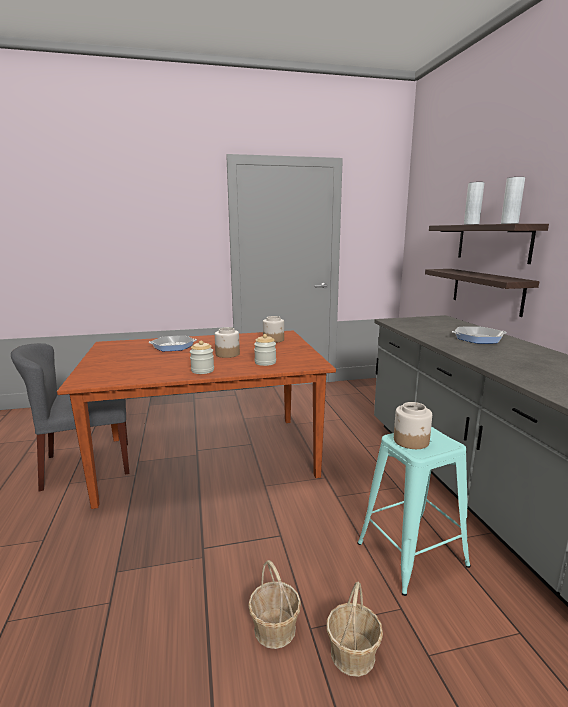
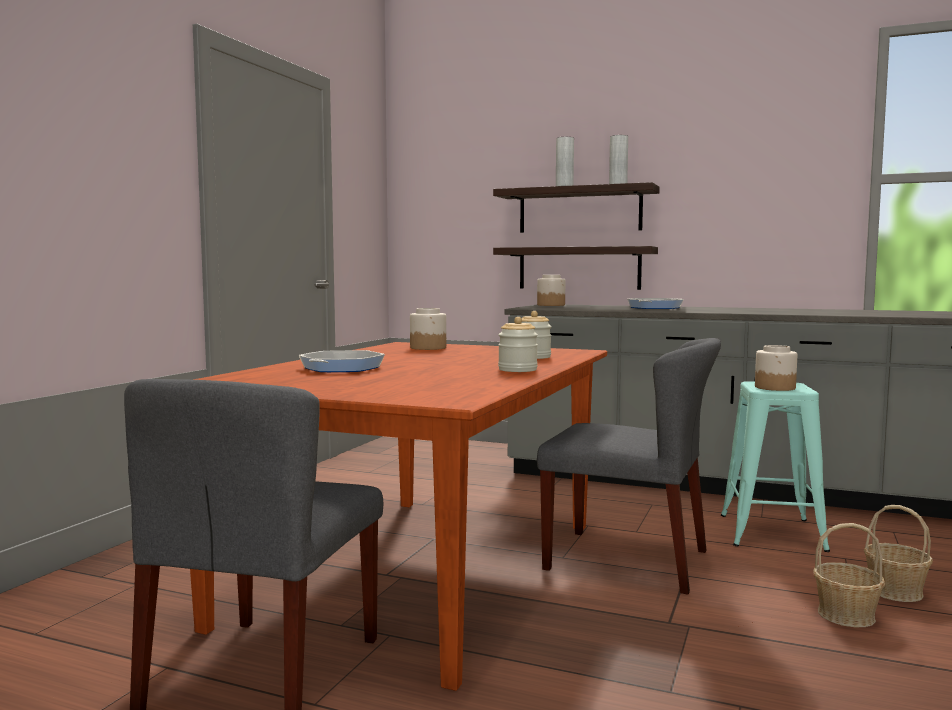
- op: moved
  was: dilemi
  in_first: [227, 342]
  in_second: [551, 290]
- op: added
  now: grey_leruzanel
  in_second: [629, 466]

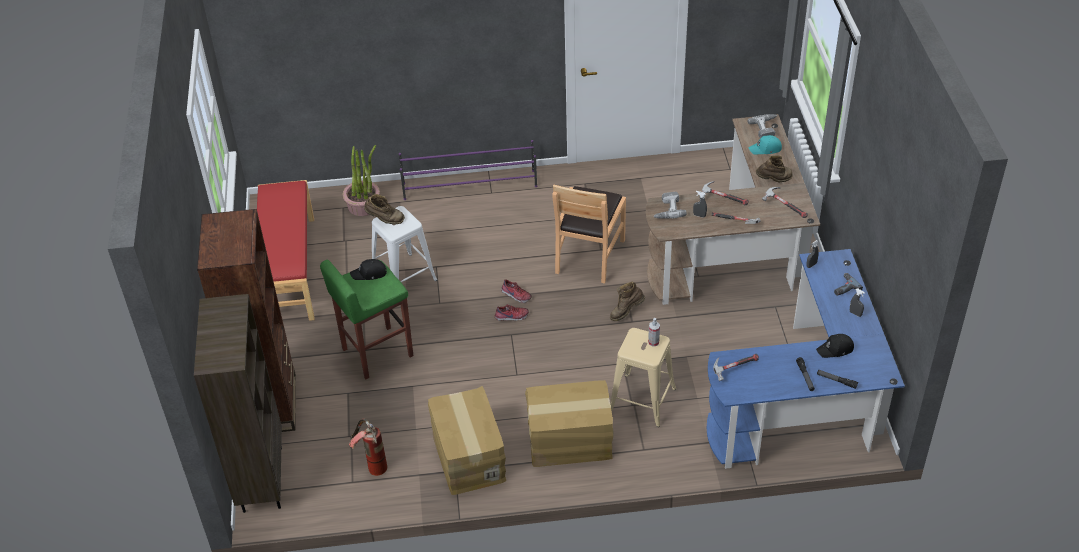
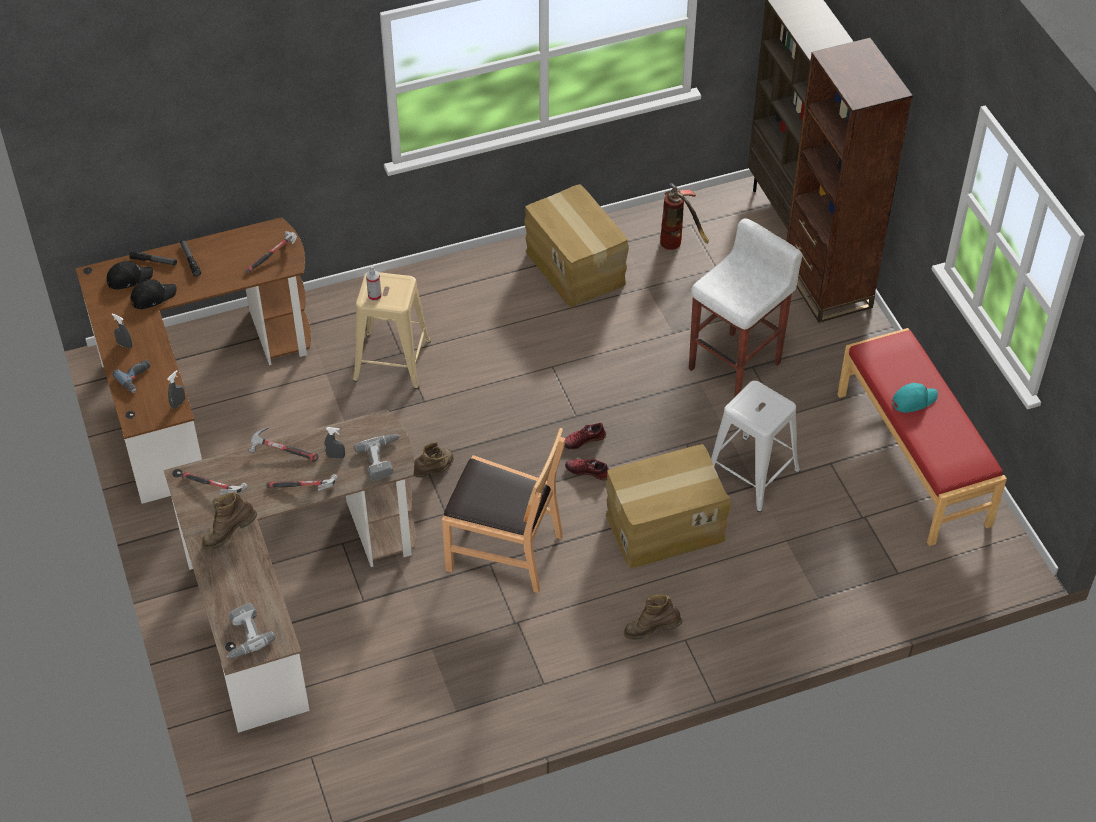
- op: recoloured
  was: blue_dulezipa
  now: brown_dulezipa
  in_first: [806, 359]
  in_second: [193, 360]
- op: moved
  was: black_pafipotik
  in_first: [368, 269]
  in_second: [130, 275]
- op: turned
  was: brown_leruzanel
  in_first: [589, 233]
  in_second: [504, 510]
  clockwise: 105
- op: moved
  was: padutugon
  in_first: [569, 423]
  in_second: [668, 506]
- op: moved
  was: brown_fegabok
  in_first: [384, 209]
  in_second: [653, 617]
- op: recoloured
  was: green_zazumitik
  now: white_zazumitik
  in_first: [366, 319]
  in_second: [746, 308]
- op: moved
  was: turquoise_pafipotik
  in_first: [765, 144]
  in_second: [915, 398]
- op: removed
  was: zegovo
  in_first: [361, 180]
- op: removed
  was: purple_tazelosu
  in_first: [468, 170]

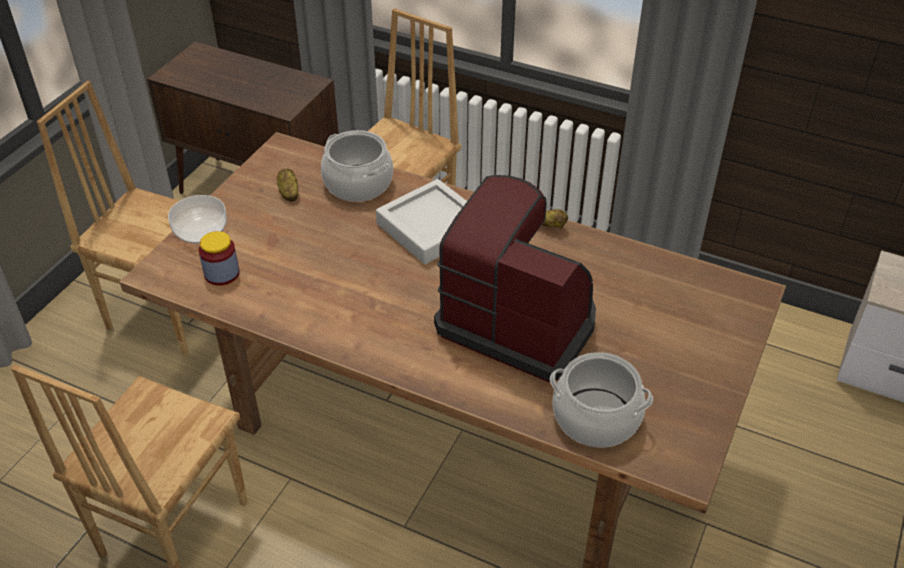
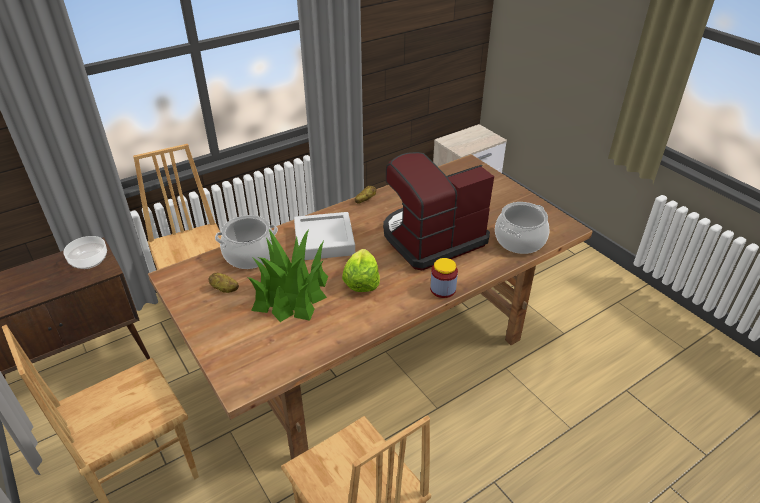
- op: moved
  was: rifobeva
  in_first: [197, 219]
  in_second: [85, 252]
- op: added
  now: zegovo
  in_second: [287, 275]
- op: added
  now: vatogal
  in_second: [361, 270]
- op: moved
  was: dilemi
  in_first: [219, 258]
  in_second: [444, 278]

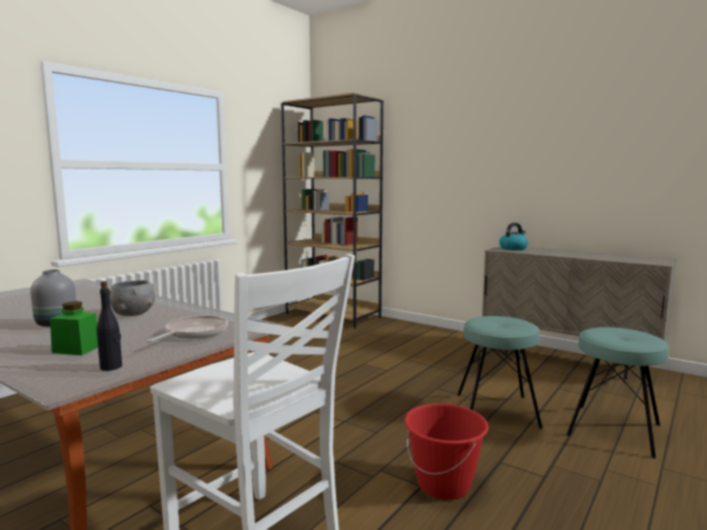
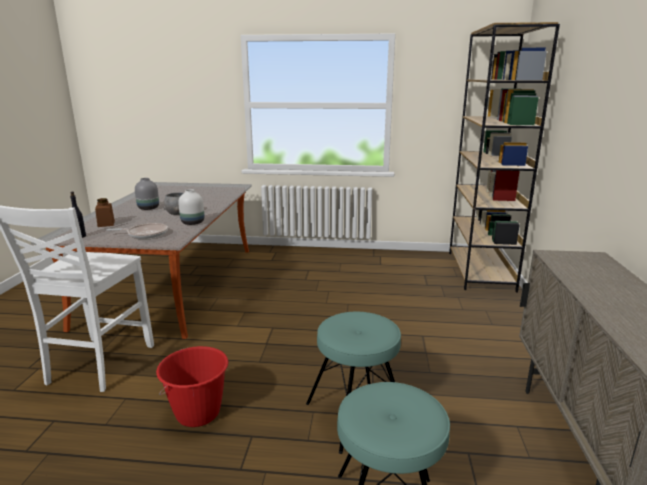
- op: recoloured
  was: green_dilemi
  now: brown_dilemi
  in_first: [74, 328]
  in_second: [105, 212]
- op: added
  now: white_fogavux
  in_second: [191, 207]
- op: removed
  was: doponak
  in_first: [513, 236]

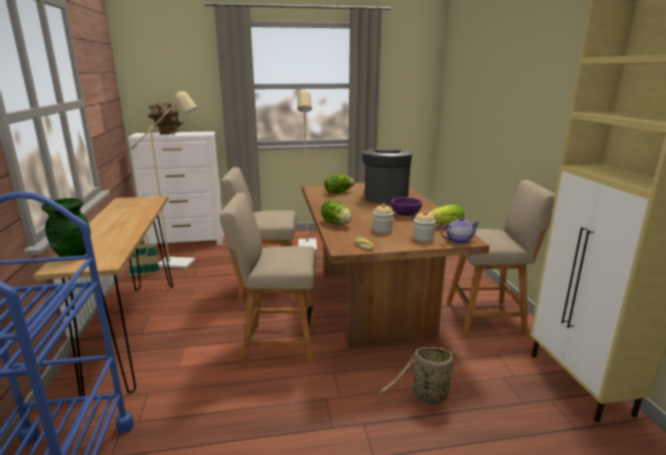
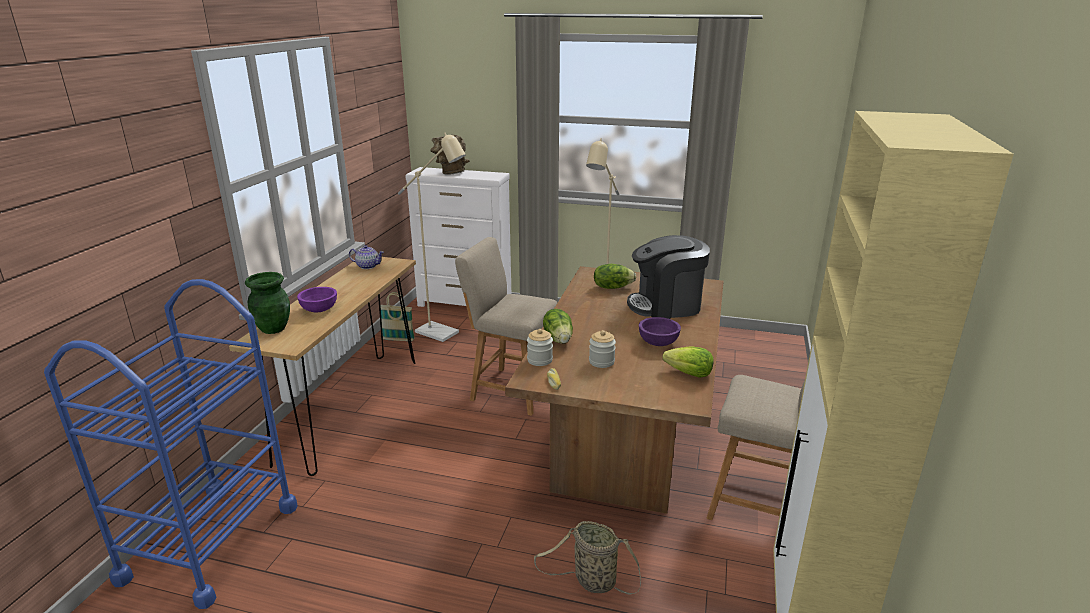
- op: added
  now: purple_rifobeva
  in_second: [317, 299]
- op: moved
  was: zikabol
  in_first: [460, 230]
  in_second: [366, 257]
- op: moved
  was: dilemi
  in_first: [424, 226]
  in_second: [540, 347]
- op: turned
  was: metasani
  in_first: [387, 176]
  in_second: [668, 277]
  clockwise: -135
- op: removed
  was: beige_leruzanel
  in_first: [268, 279]

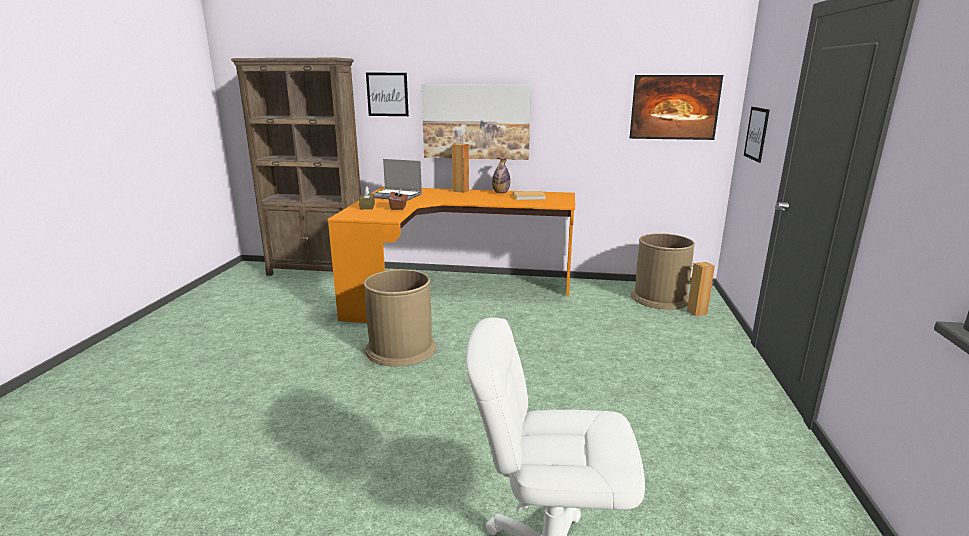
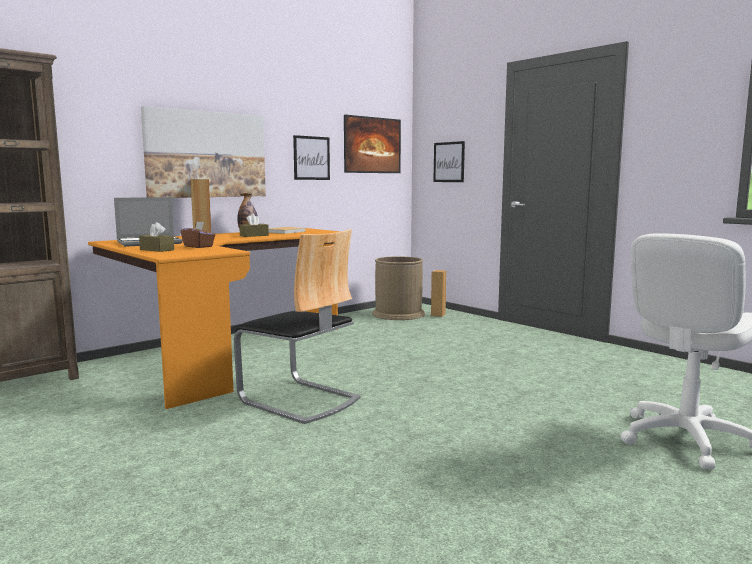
- op: replaced
  was: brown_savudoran
  now: leruzanel
  in_first: [400, 318]
  in_second: [297, 326]
- op: added
  now: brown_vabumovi
  in_second: [254, 225]
- op: moved
  was: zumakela
  in_first: [387, 94]
  in_second: [311, 157]

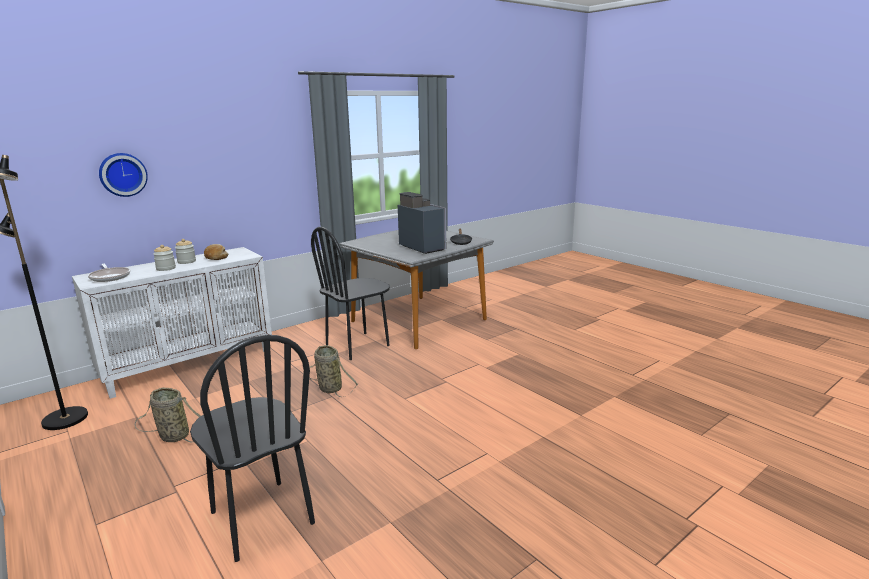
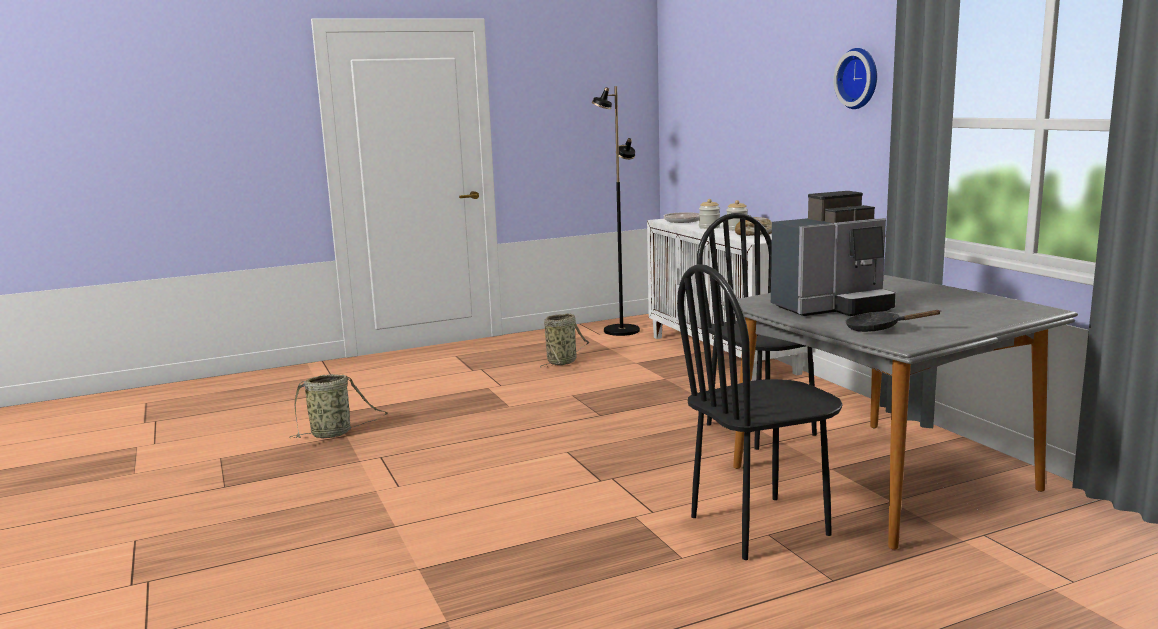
- op: moved
  was: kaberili
  in_first: [333, 371]
  in_second: [338, 406]
- op: moved
  was: black_leruzanel
  in_first: [252, 448]
  in_second: [760, 412]
- op: moved
  was: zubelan
  in_first: [123, 175]
  in_second: [855, 78]

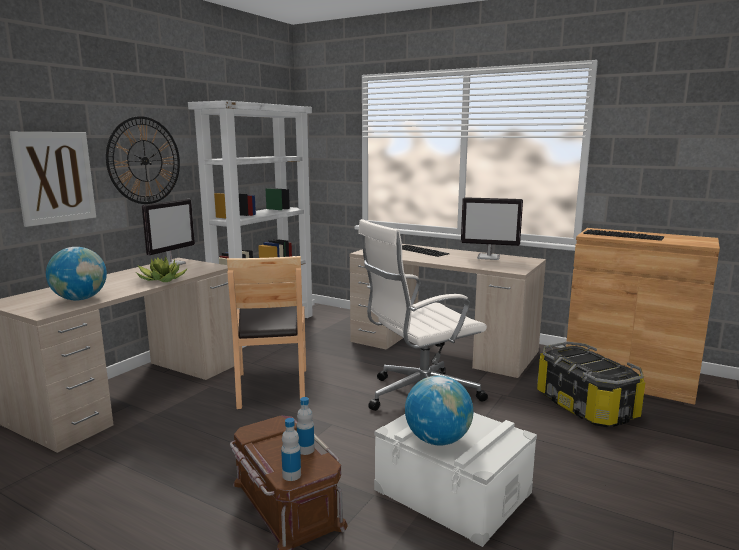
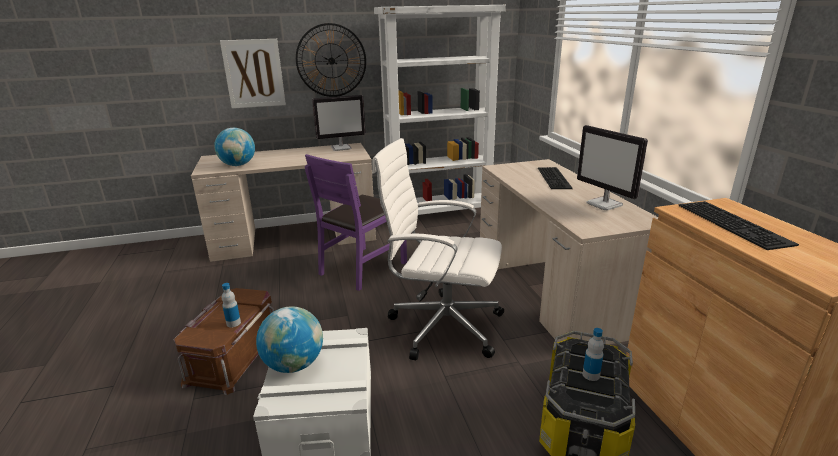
- op: recoloured
  was: brown_leruzanel
  now: purple_leruzanel
  in_first: [266, 332]
  in_second: [356, 222]
- op: moved
  was: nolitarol
  in_first: [291, 449]
  in_second: [593, 354]
- op: removed
  was: zegovo
  in_first: [162, 269]

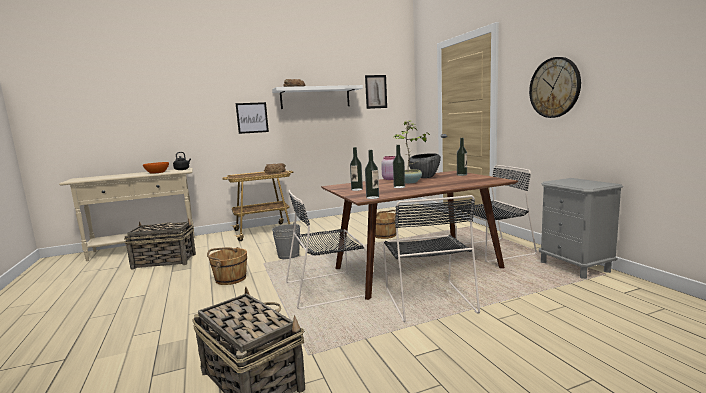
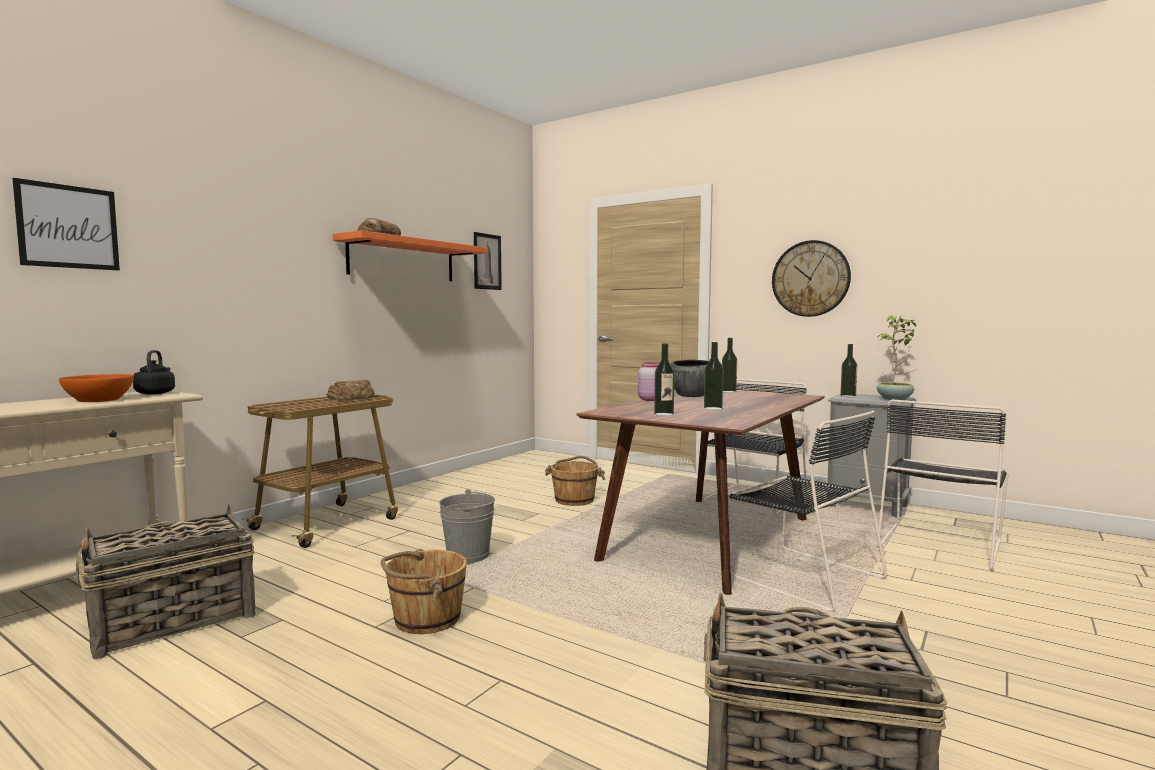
- op: moved
  was: zumakela
  in_first: [252, 118]
  in_second: [66, 224]
- op: recoloured
  was: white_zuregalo
  now: orange_zuregalo
  in_first: [317, 97]
  in_second: [410, 255]
- op: moved
  was: nolitarol
  in_first: [372, 174]
  in_second: [848, 370]
- op: moved
  was: zegovo
  in_first: [412, 151]
  in_second: [896, 358]
- op: moved
  was: black_leruzanel
  in_first: [326, 249]
  in_second: [942, 485]

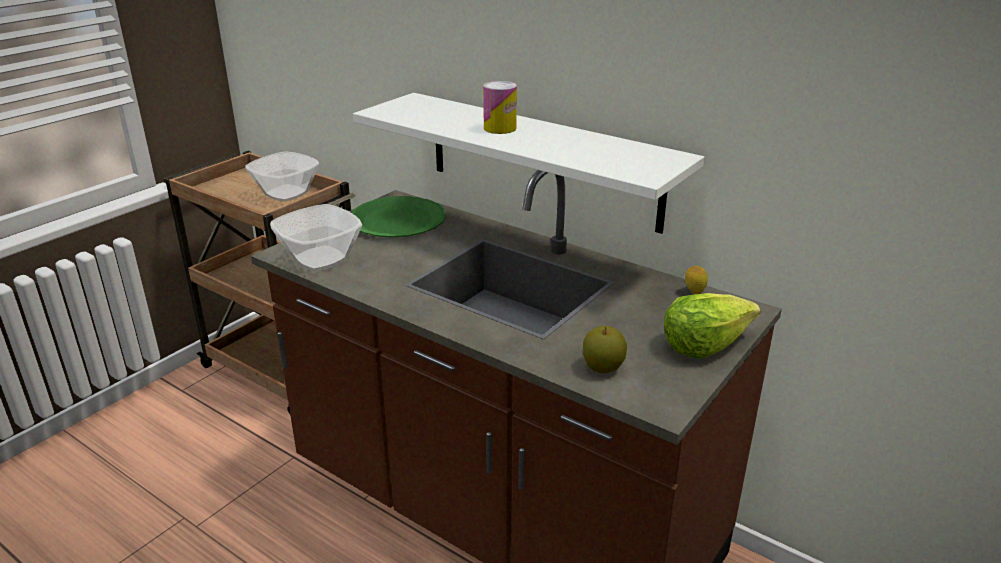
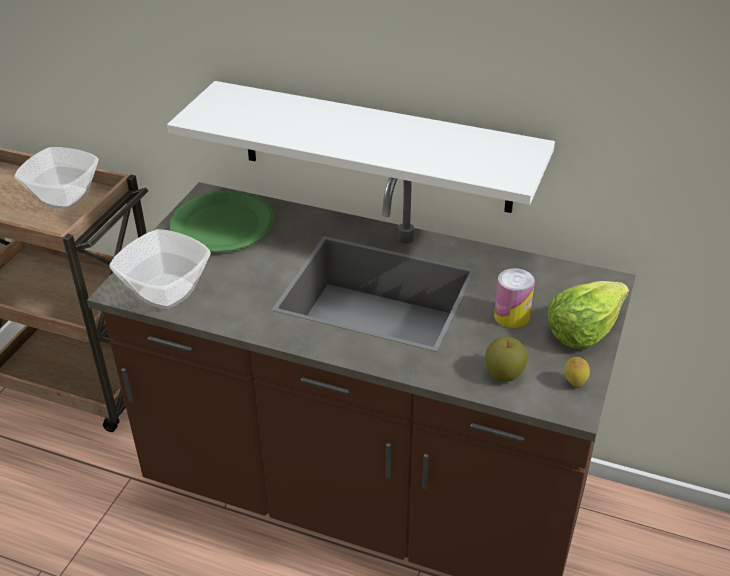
- op: moved
  was: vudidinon
  in_first: [500, 107]
  in_second: [514, 298]
- op: moved
  was: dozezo
  in_first: [696, 280]
  in_second: [577, 372]

